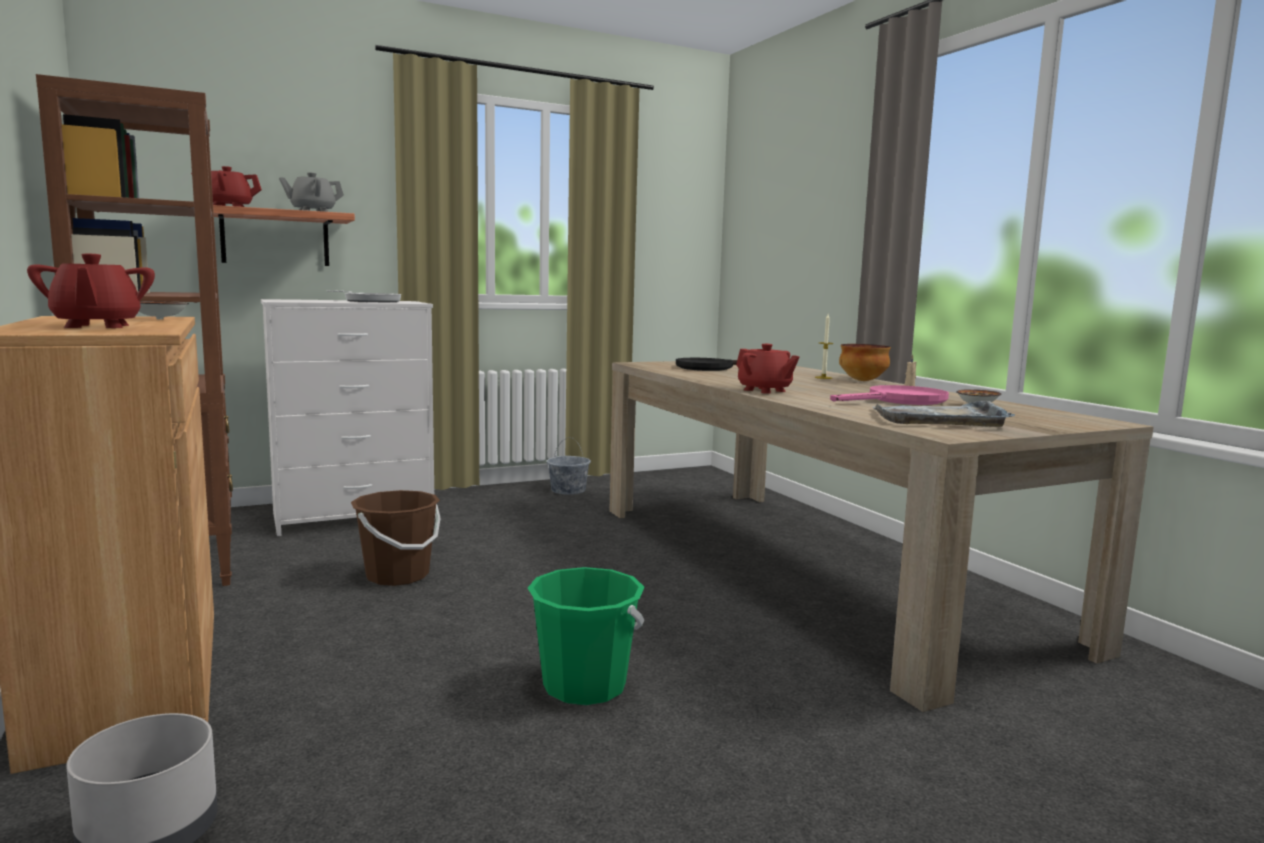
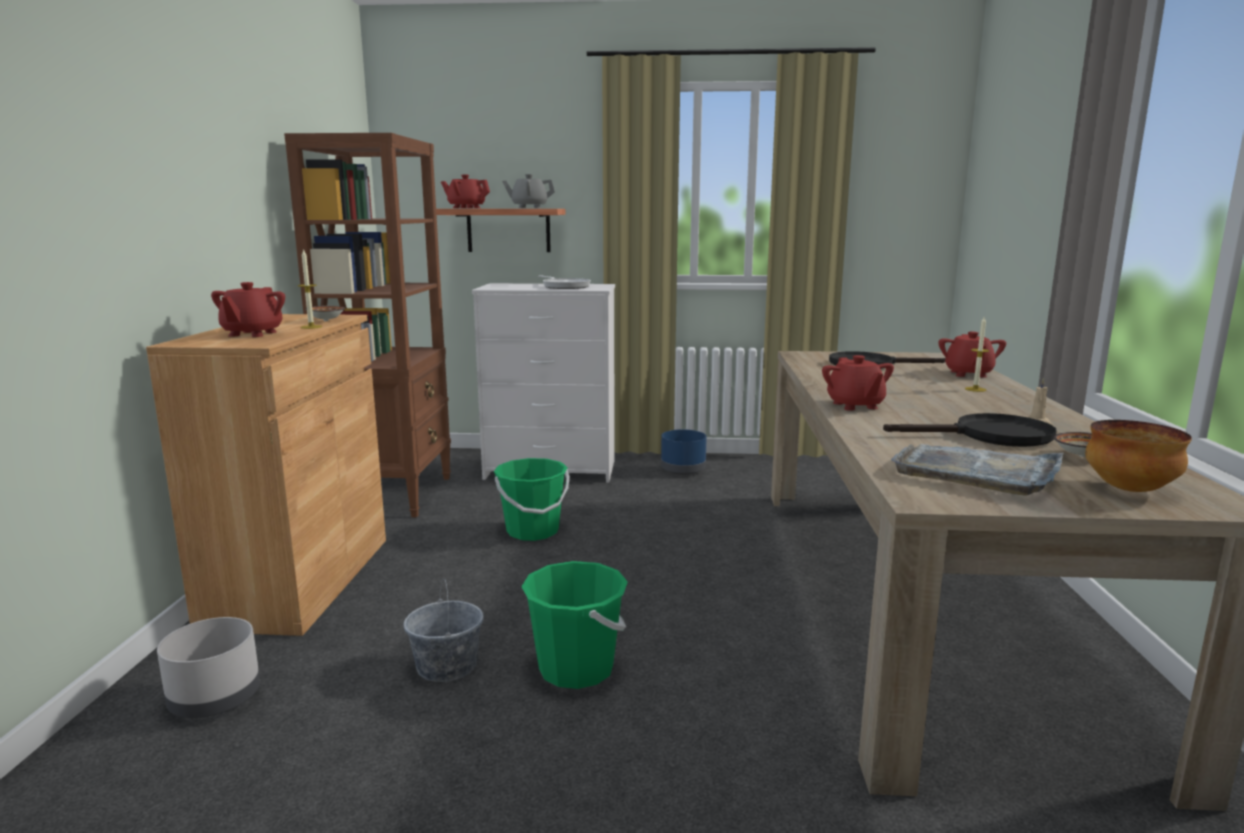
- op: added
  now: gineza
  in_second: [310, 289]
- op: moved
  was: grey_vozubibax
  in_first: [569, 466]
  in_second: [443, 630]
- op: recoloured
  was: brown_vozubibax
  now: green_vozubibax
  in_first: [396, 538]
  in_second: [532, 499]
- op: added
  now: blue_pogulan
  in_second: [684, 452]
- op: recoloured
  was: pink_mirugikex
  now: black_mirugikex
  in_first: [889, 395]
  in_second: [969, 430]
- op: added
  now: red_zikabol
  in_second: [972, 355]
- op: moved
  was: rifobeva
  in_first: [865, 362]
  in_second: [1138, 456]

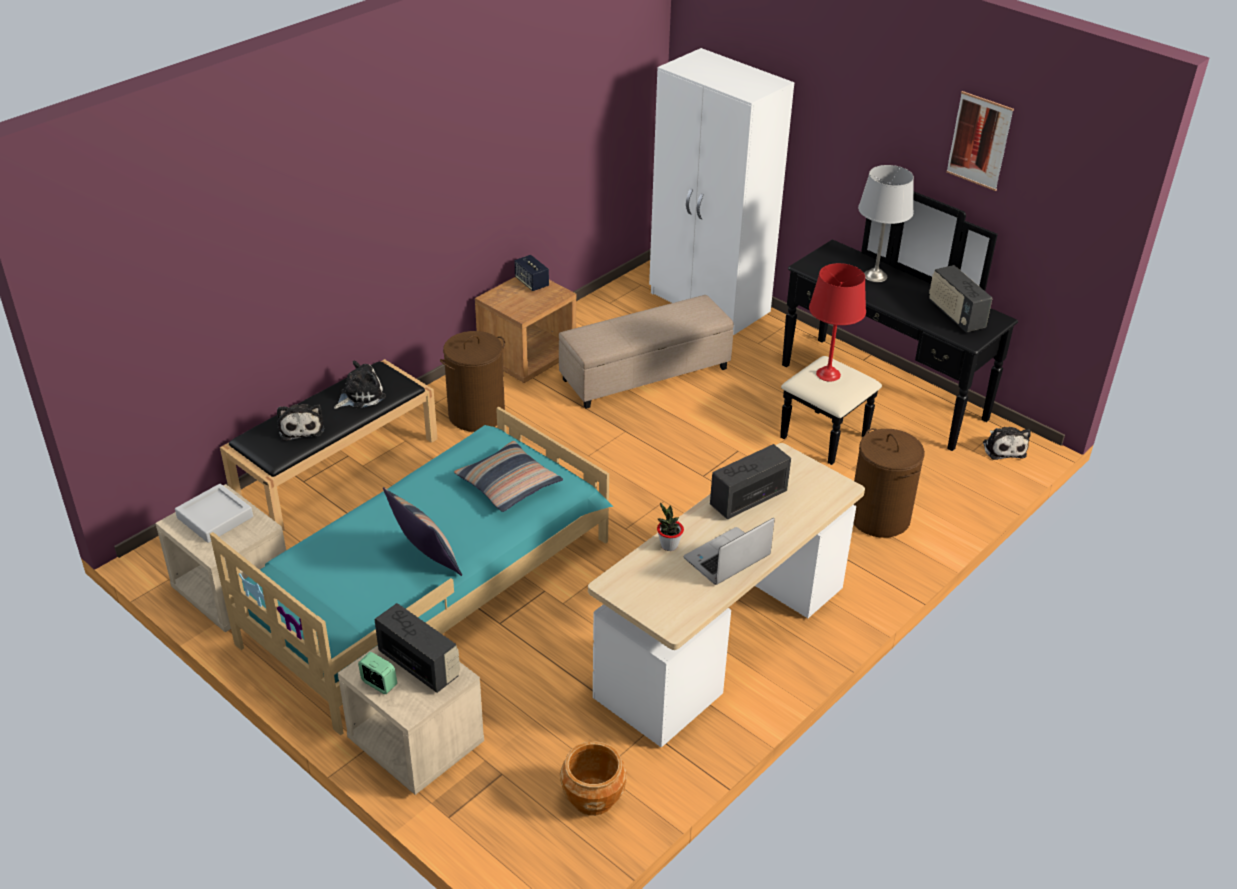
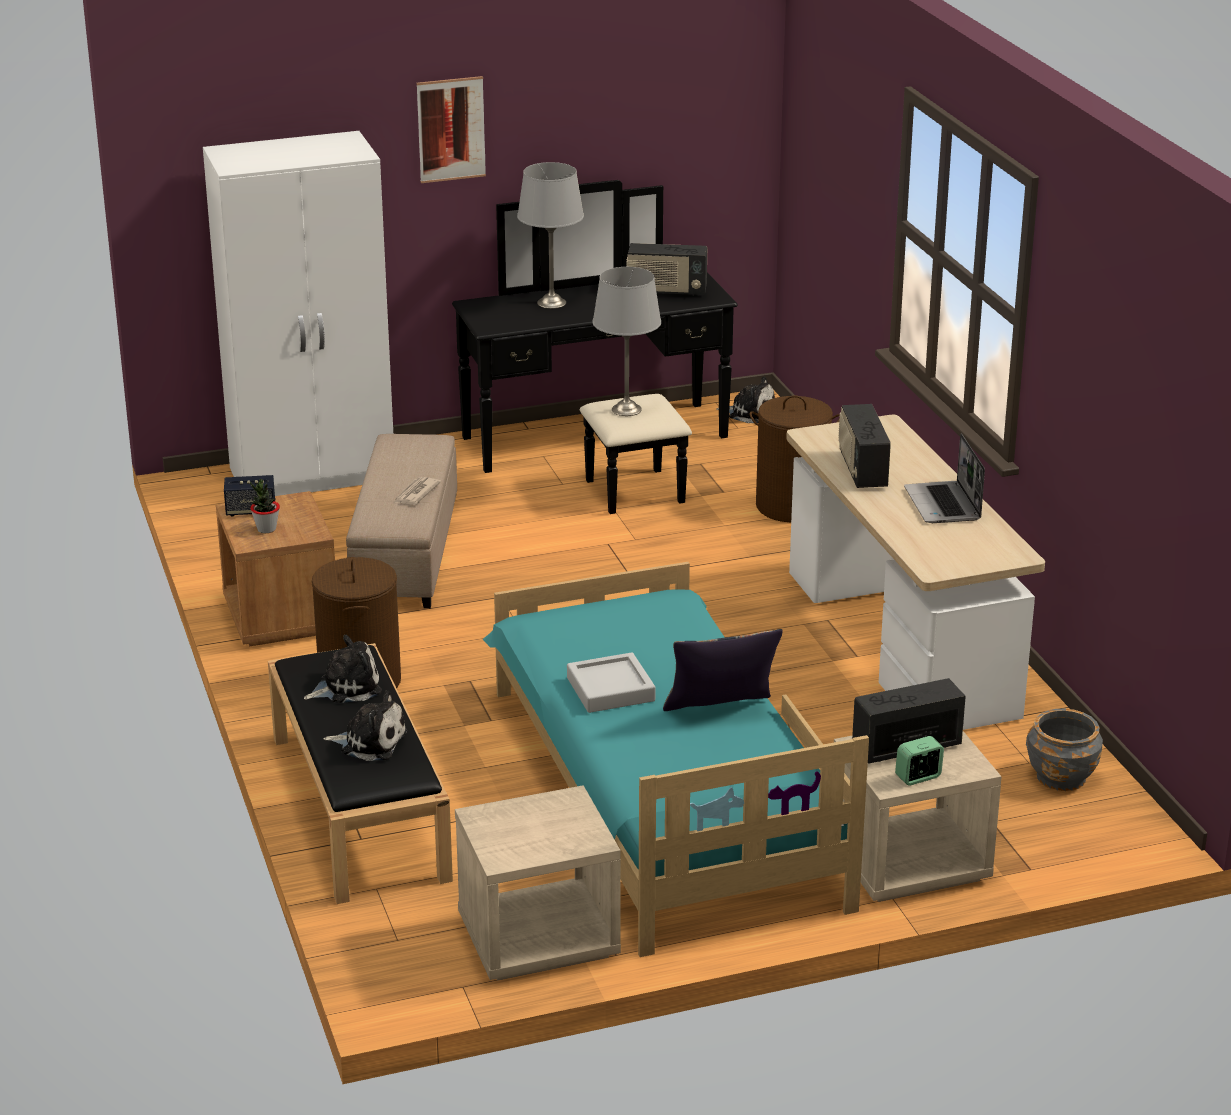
- op: moved
  was: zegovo
  in_first: [670, 526]
  in_second: [265, 506]
- op: turned
  was: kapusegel
  in_first: [360, 385]
  in_second: [343, 669]
  clockwise: 75
- op: added
  now: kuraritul
  in_second: [417, 491]
- op: moved
  was: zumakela
  in_first: [980, 141]
  in_second: [451, 129]
- op: moved
  was: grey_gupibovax
  in_first: [214, 513]
  in_second: [611, 682]
- op: recoloured
  was: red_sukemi
  now: grey_sukemi
  in_first: [837, 322]
  in_second: [626, 341]
- op: recoloured
  was: brown_pogulan
  now: grey_pogulan
  in_first: [593, 778]
  in_second: [1064, 750]
- op: removed
  was: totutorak
  in_first: [508, 476]

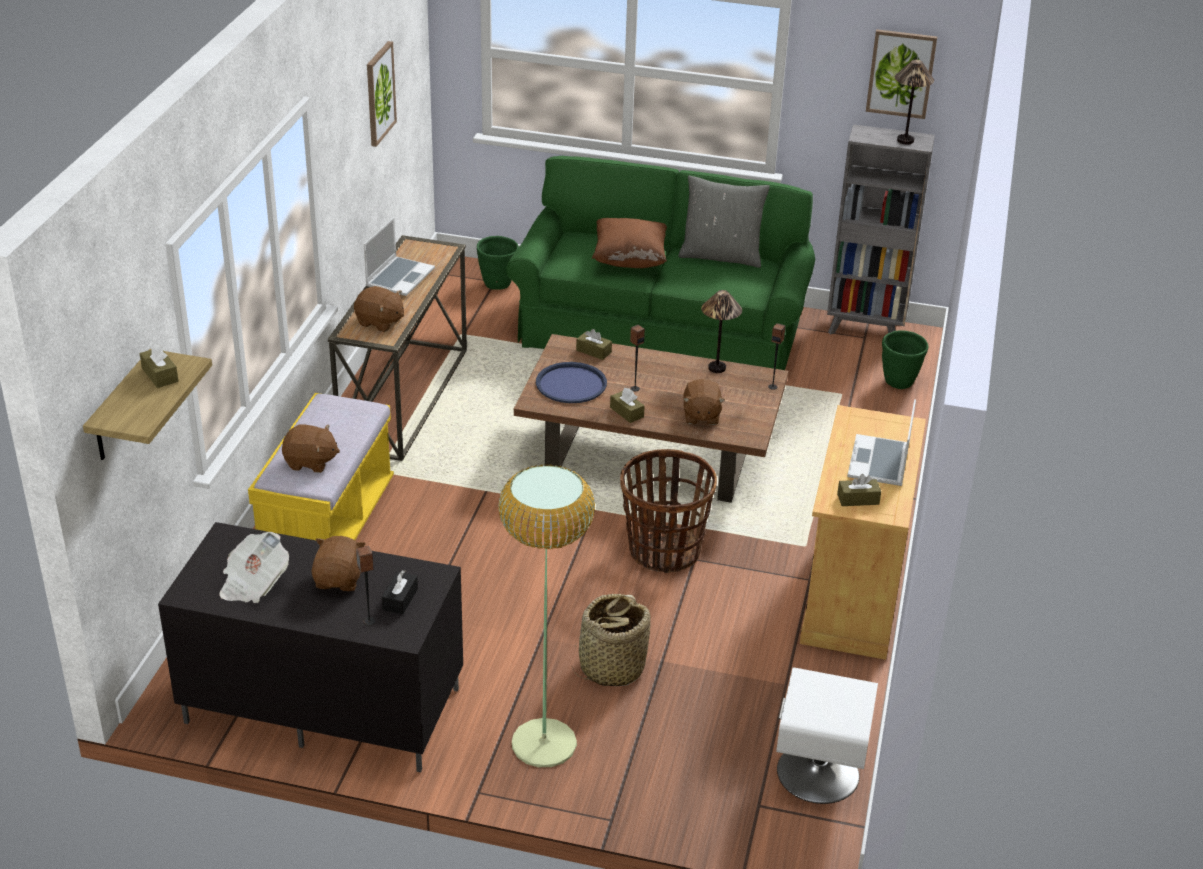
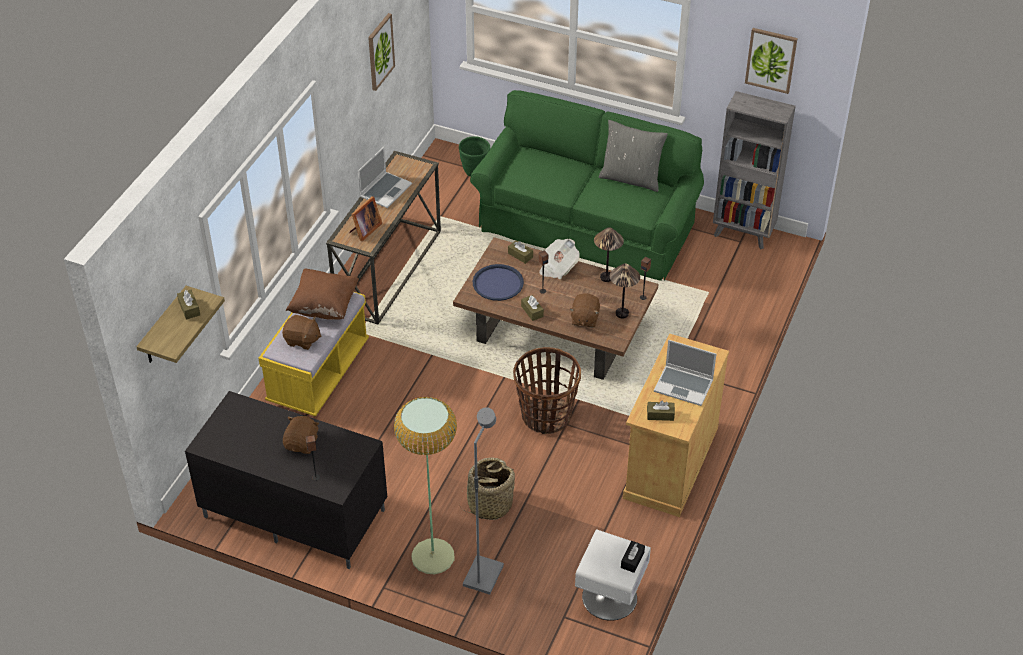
- op: moved
  was: brown_totutorak
  in_first: [629, 243]
  in_second: [322, 294]
- op: replaced
  was: brown_kapusegel
  now: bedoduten
  in_first: [379, 309]
  in_second: [365, 218]
- op: added
  now: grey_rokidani
  in_second: [483, 501]
- op: moved
  was: kuraritul
  in_first: [254, 567]
  in_second: [559, 259]
- op: moved
  was: sukemi
  in_first: [914, 102]
  in_second: [625, 291]
- op: moved
  was: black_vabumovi
  in_first: [400, 592]
  in_second: [633, 557]
- op: turned
  was: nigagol
  in_first: [881, 442]
  in_second: [685, 373]
  clockwise: -90
- op: removed
  was: green_pogulan
  in_first: [905, 359]

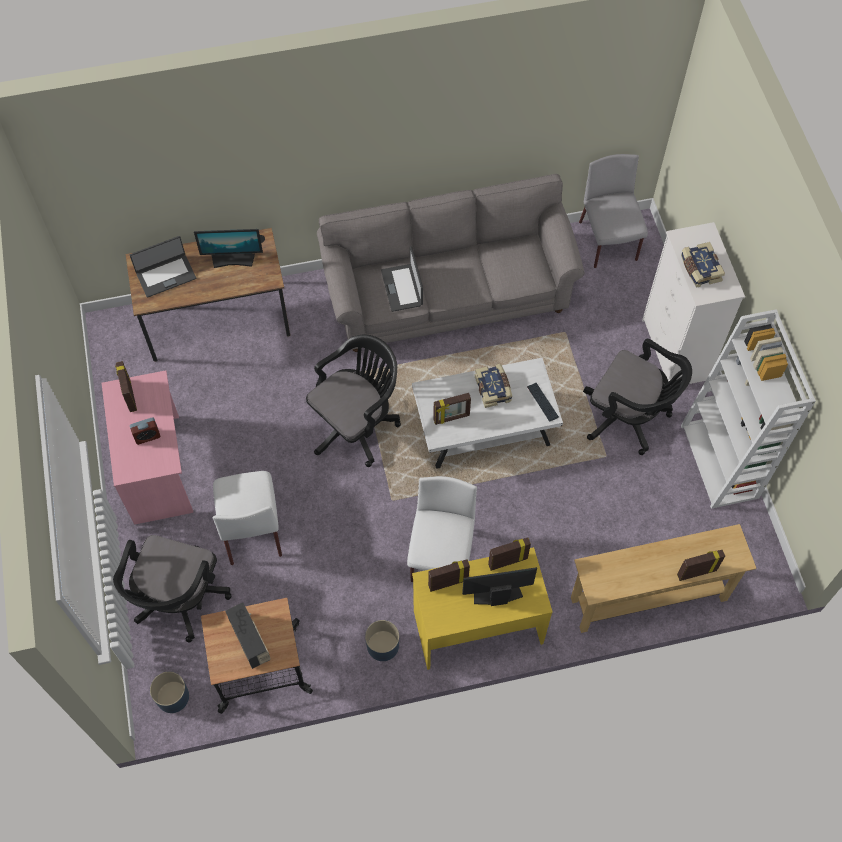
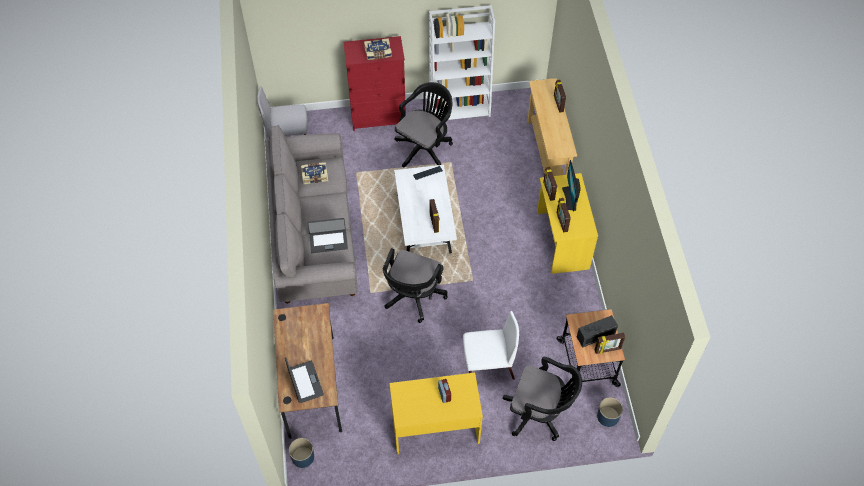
- op: moved
  was: blue_pogulan
  in_first: [382, 640]
  in_second: [301, 453]
- op: moved
  was: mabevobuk
  in_first: [493, 386]
  in_second: [314, 173]
- op: recoloured
  was: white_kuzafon
  now: red_kuzafon
  in_first: [693, 304]
  in_second: [374, 83]
- op: turned
  was: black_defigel
  in_first: [353, 401]
  in_second: [415, 285]
  clockwise: -120
- op: recoloured
  was: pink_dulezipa
  now: yellow_dulezipa
  in_first: [147, 447]
  in_second: [436, 413]
- op: moved
  was: bedoduten
  in_first: [126, 386]
  in_second: [609, 343]
- op: removed
  was: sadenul
  in_first: [228, 248]
- op: removed
  was: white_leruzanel
  in_first: [442, 529]

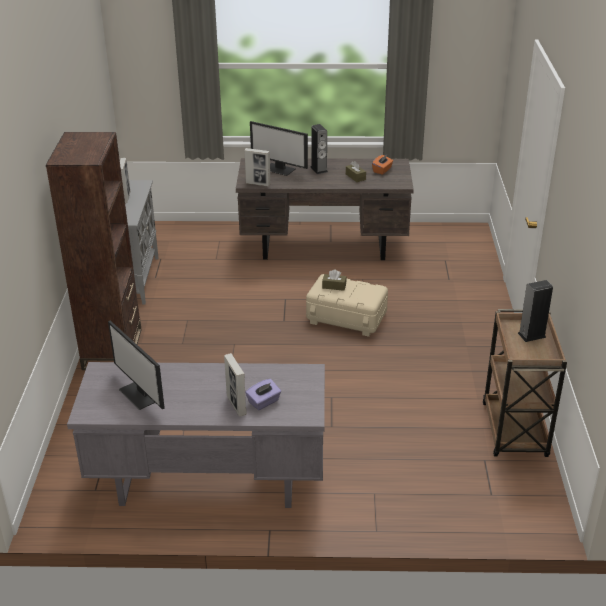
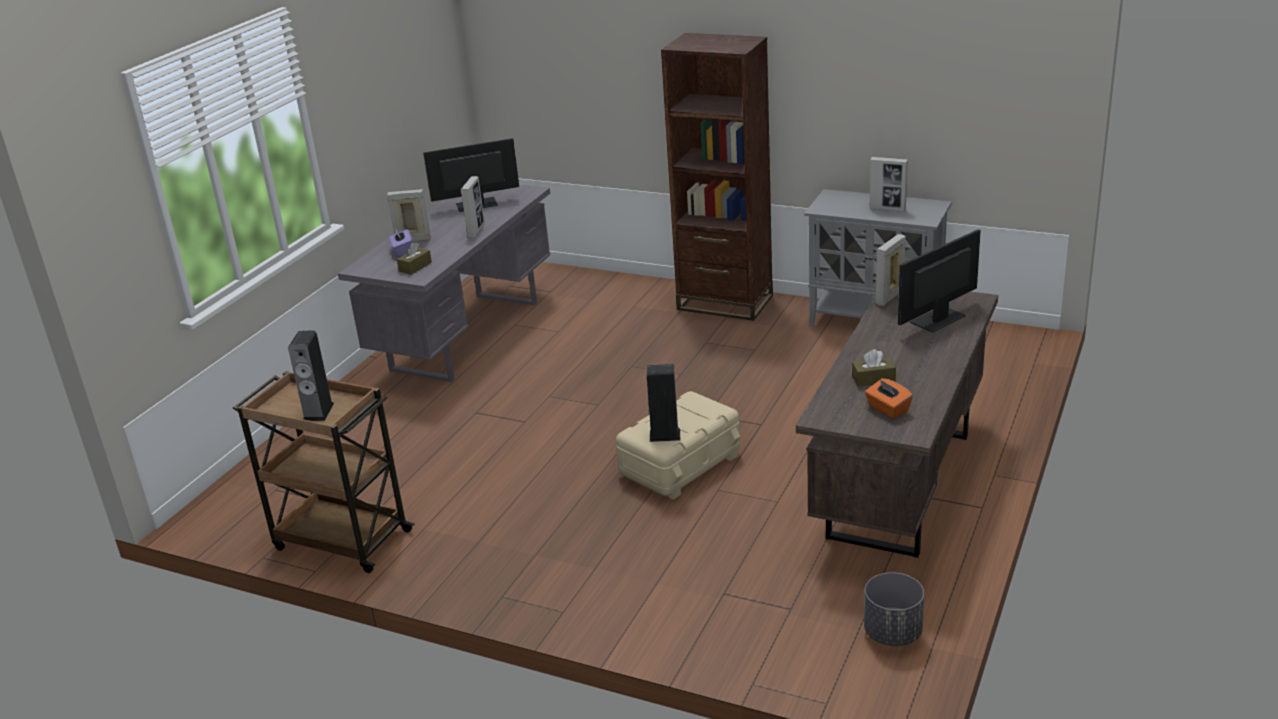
- op: moved
  was: brown_vabumovi
  in_first: [334, 280]
  in_second: [414, 259]
- op: added
  now: bedoduten
  in_second: [473, 207]
- op: moved
  was: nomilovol
  in_first: [319, 149]
  in_second: [663, 403]
- op: added
  now: grey_pogulan
  in_second: [894, 609]

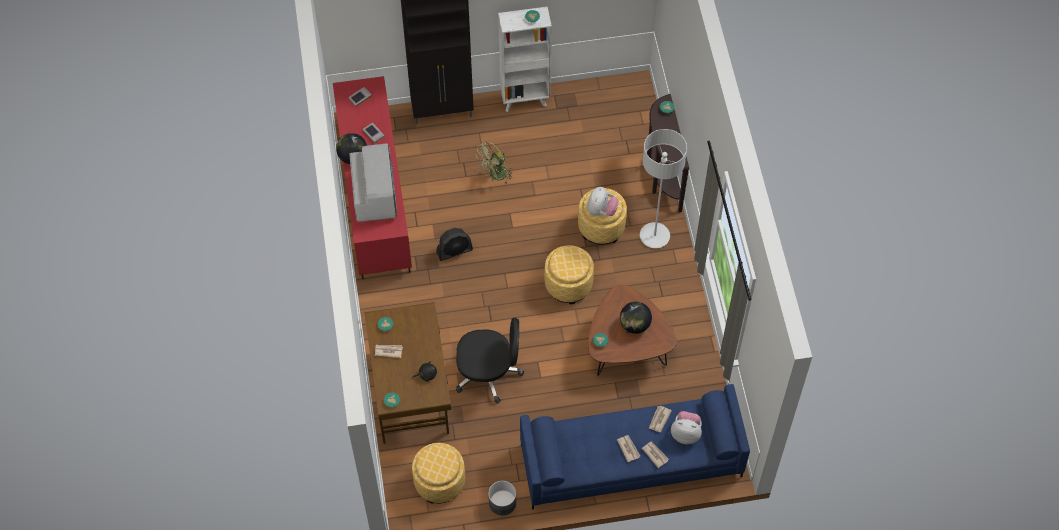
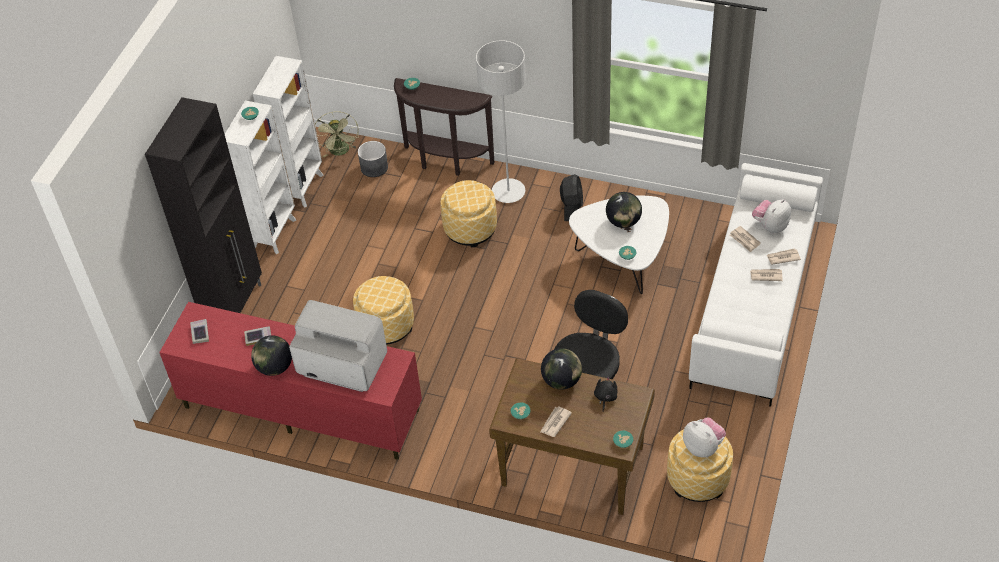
- op: added
  now: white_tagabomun
  in_second: [288, 132]
- op: moved
  was: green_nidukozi
  in_first: [495, 163]
  in_second: [337, 134]
- op: moved
  was: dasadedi
  in_first: [569, 274]
  in_second: [383, 310]
- op: moved
  was: grey_pogulan
  in_first: [502, 497]
  in_second: [373, 159]
- op: added
  now: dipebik
  in_second: [561, 369]
- op: moved
  was: black_nidukozi
  in_first: [454, 244]
  in_second: [571, 197]
- op: recoloured
  was: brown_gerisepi
  now: white_gerisepi
  in_first: [632, 330]
  in_second: [619, 245]
- op: moved
  was: kapusegel
  in_first: [603, 201]
  in_second: [704, 438]
- op: recoloured
  was: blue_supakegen
  now: white_supakegen
  in_first: [635, 447]
  in_second: [756, 285]

